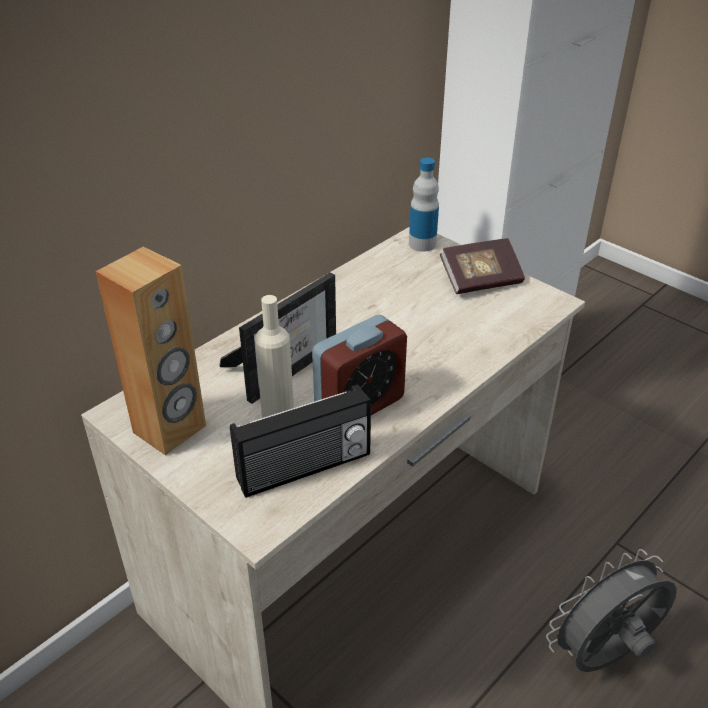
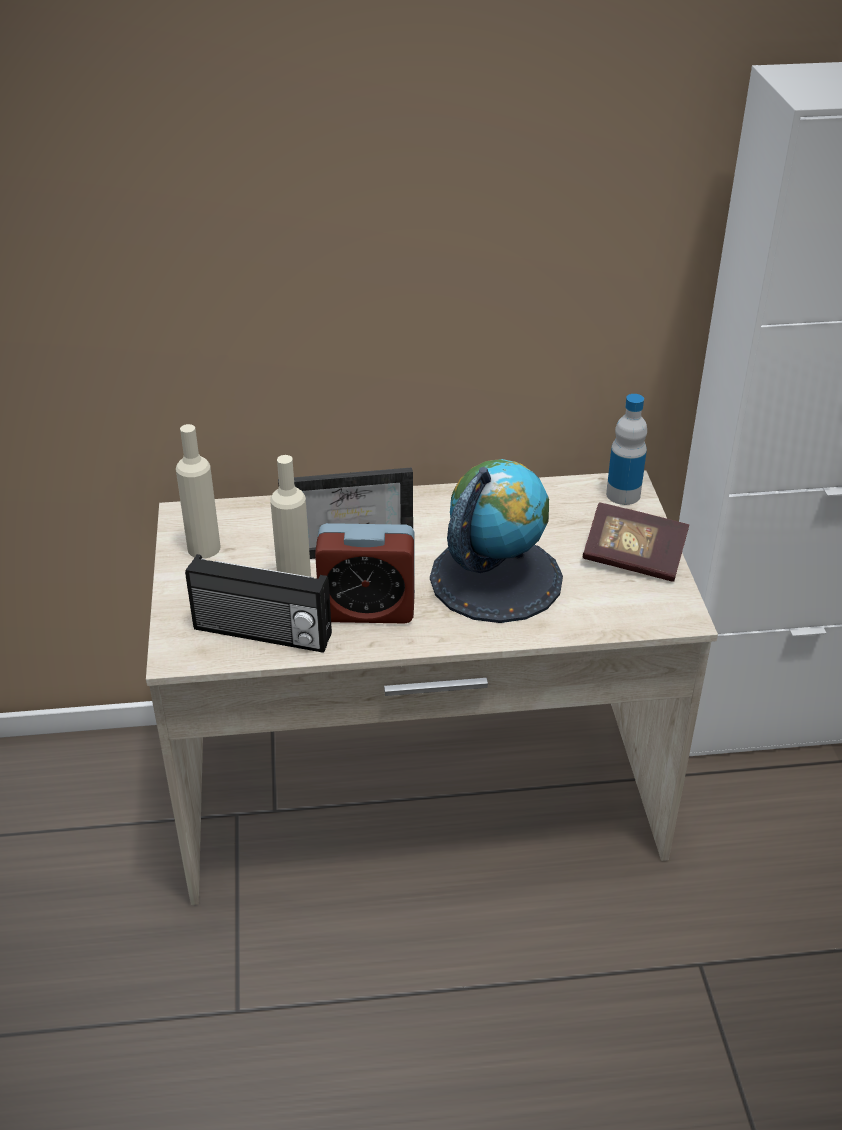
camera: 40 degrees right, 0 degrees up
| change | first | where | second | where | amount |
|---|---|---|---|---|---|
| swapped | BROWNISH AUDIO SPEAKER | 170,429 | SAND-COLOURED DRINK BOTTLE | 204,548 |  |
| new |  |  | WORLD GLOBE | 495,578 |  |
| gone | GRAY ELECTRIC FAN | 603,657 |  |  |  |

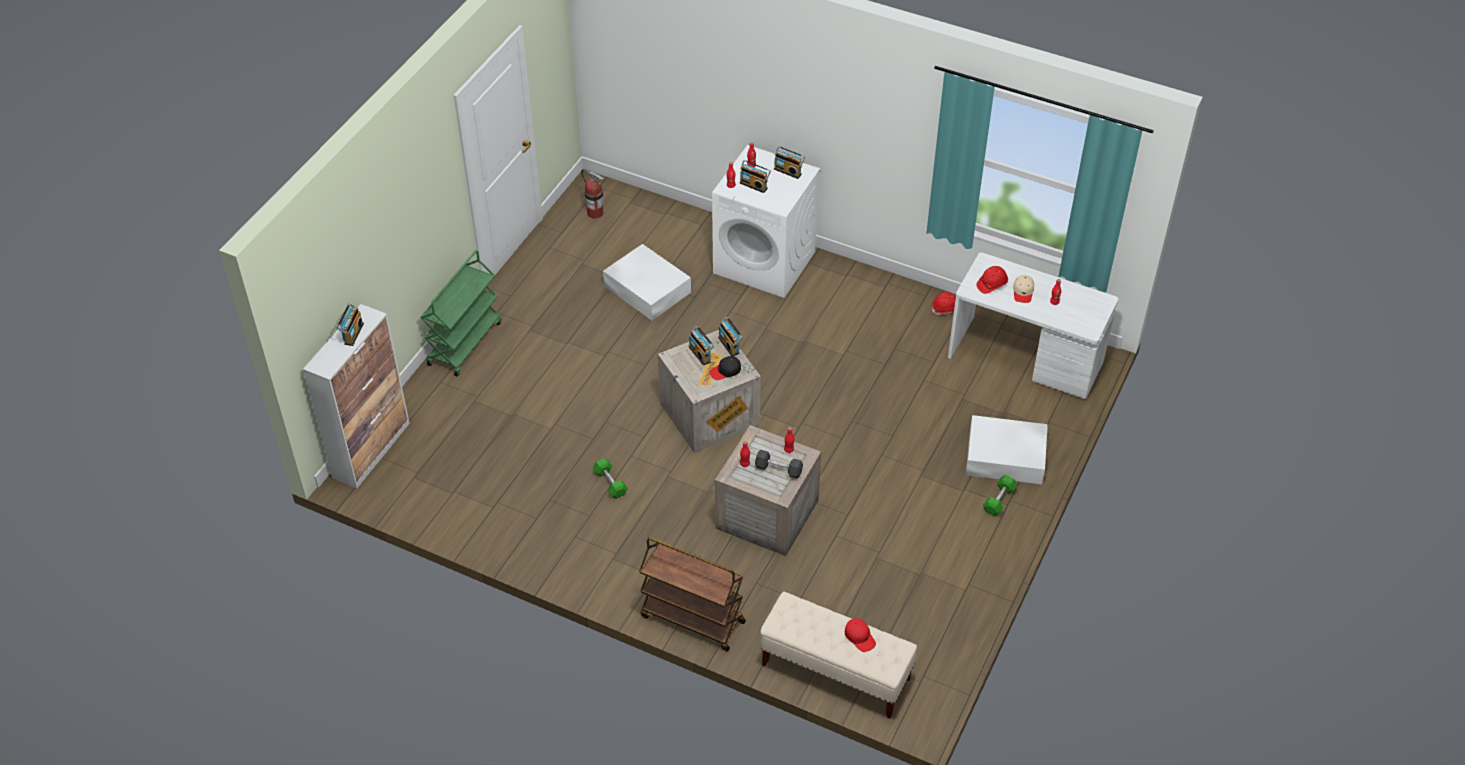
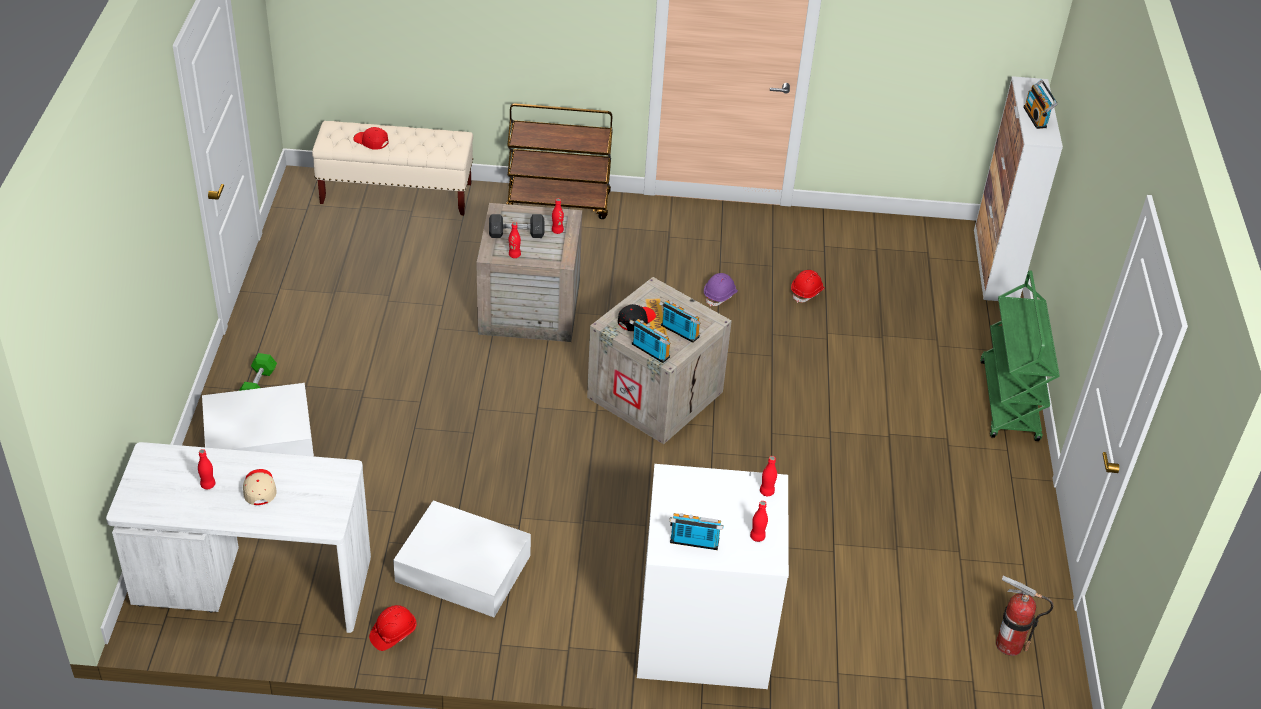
camera: 155 degrees right, 5 degrees down
| change | first | where | second | where | amount |
|---|---|---|---|---|---|
| shifted | WHITE STORAGE BOX | 647,288 |  | 464,569 |  |
| swapped | GREEN DUMBBELL | 610,483 | PURPLISH HARD HAT | 720,295 |  |
| shifted | RED HARD HAT | 991,285 |  | 807,292 |  |
| gone | RADIO SET | 754,185 |  |  |  |

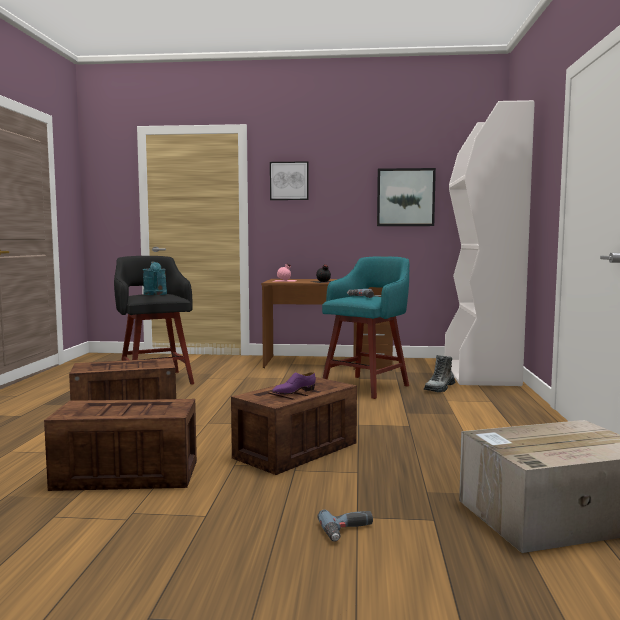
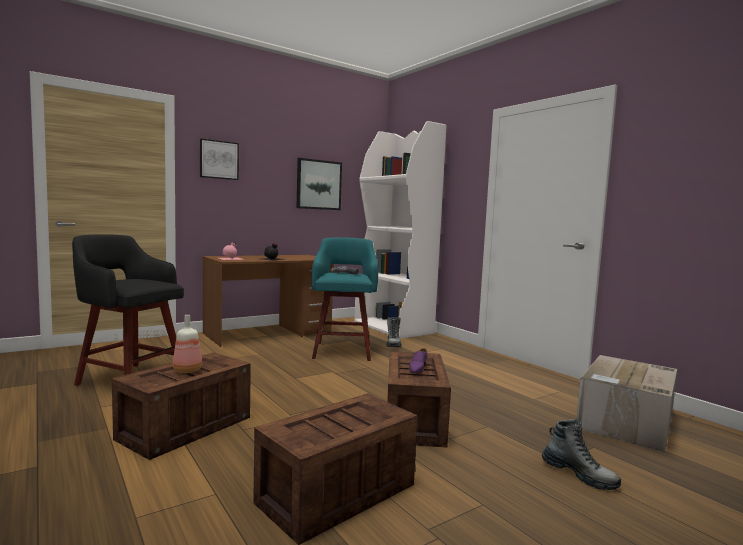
camera: 40 degrees left, 0 degrees up
| change | first | where | second | where | amount |
|---|---|---|---|---|---|
| new |  |  | DRINK BOTTLE | 186,370 |  |
| swapped | DRILL | 348,531 | HIGH-TOP BOOT | 579,475 |  |
| gone | TURQUOISE-COLOURED WATERING CAN | 155,294 |  |  |  |

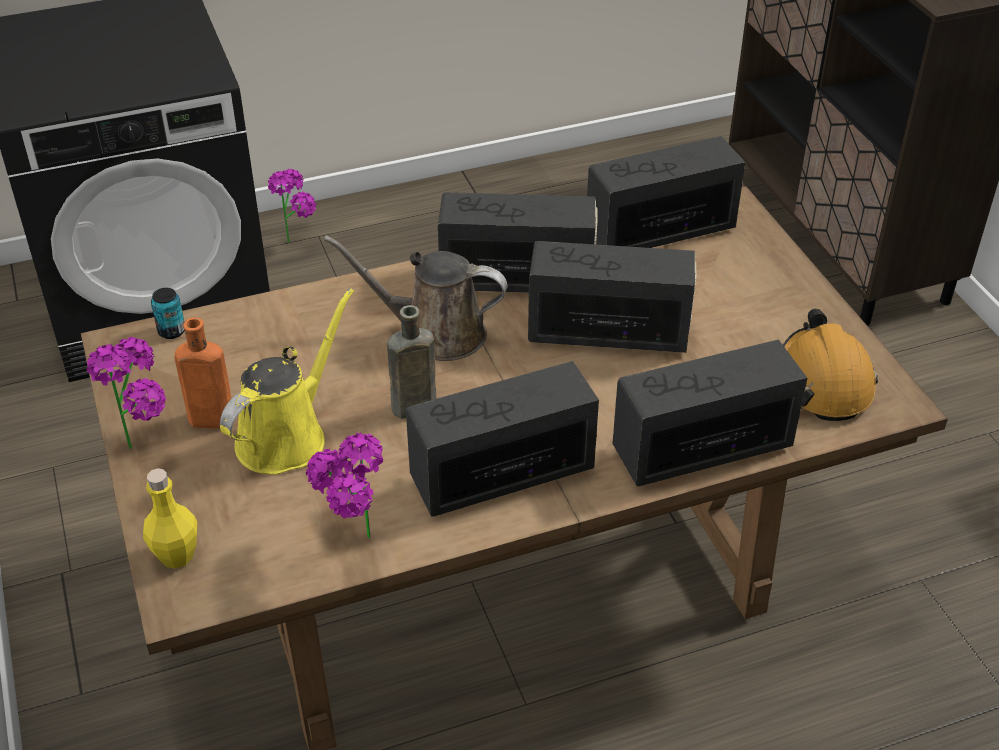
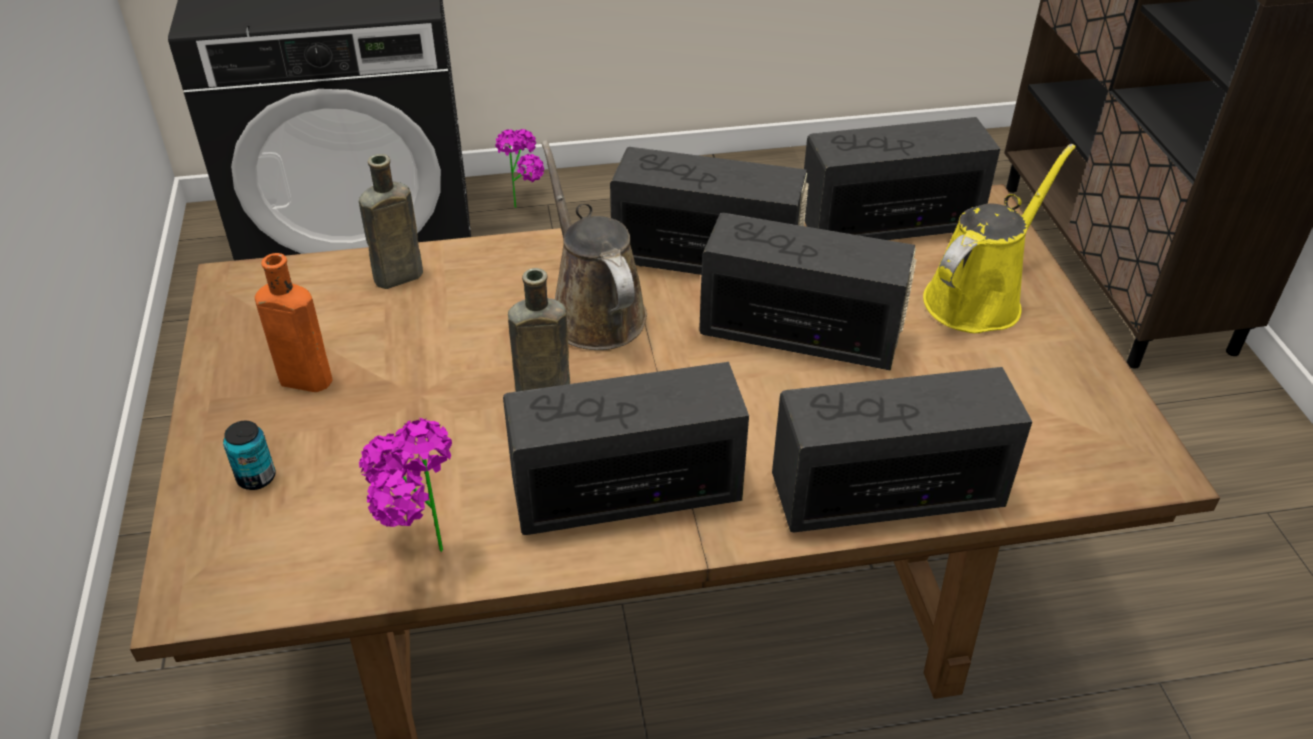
camera: 10 degrees right, 0 degrees up
| change | first | where | second | where | amount |
|---|---|---|---|---|---|
| shifted | CAN | 172,331 |  | 256,478 |  |
| new |  |  | BROWNISH DRINK BOTTLE | 395,278 |  |
| rotated | BROWNISH WATERING CAN | 435,333 |  | 593,311 | 45 degrees clockwise |
| shifted | YELLOW WATERING CAN | 287,436 |  | 978,297 |  |
| gone | POTTED PLANT | 147,442 |  |  |  |
| gone | YELLOW DRINK BOTTLE | 176,555 |  |  |  |
| gone | ORANGE HARD HAT | 823,381 |  |  |  |

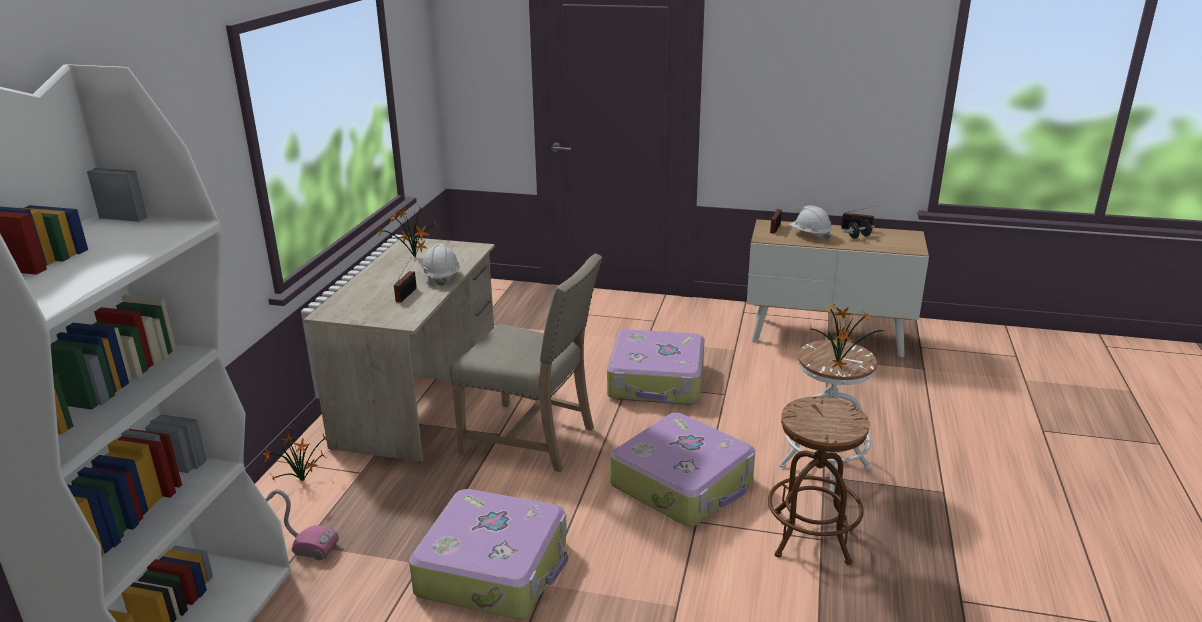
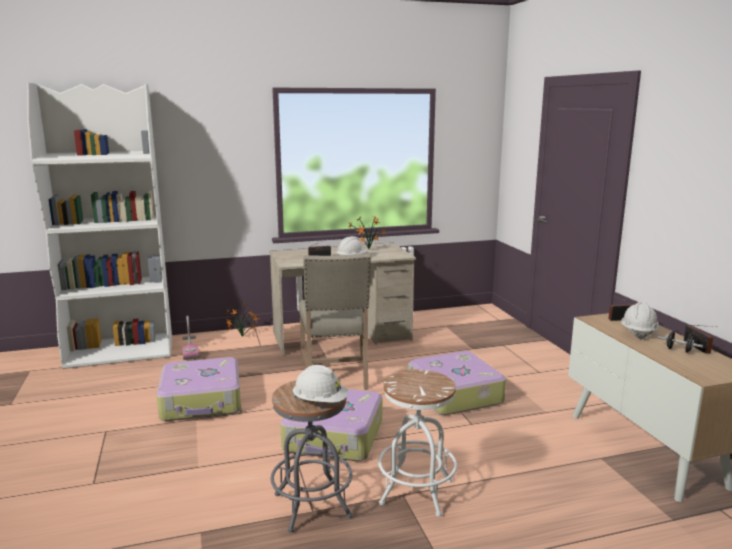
camera: 60 degrees right, 10 degrees down
| change | first | where | second | where | amount |
|---|---|---|---|---|---|
| repainted | BROWNISH STOOL | 811,537 | GRAY STOOL | 312,505 |  |
| new |  |  | WHITE HARD HAT | 320,402 |  |
| gone | POTTED PLANT | 838,363 |  |  |  |

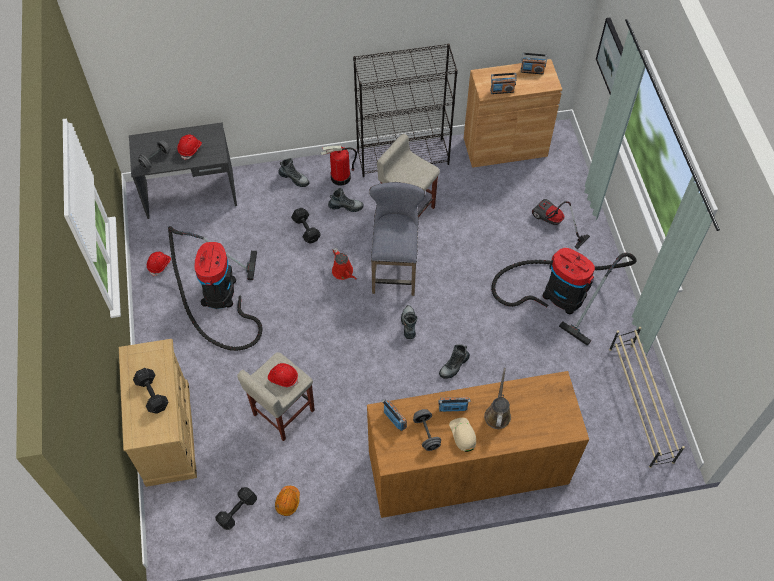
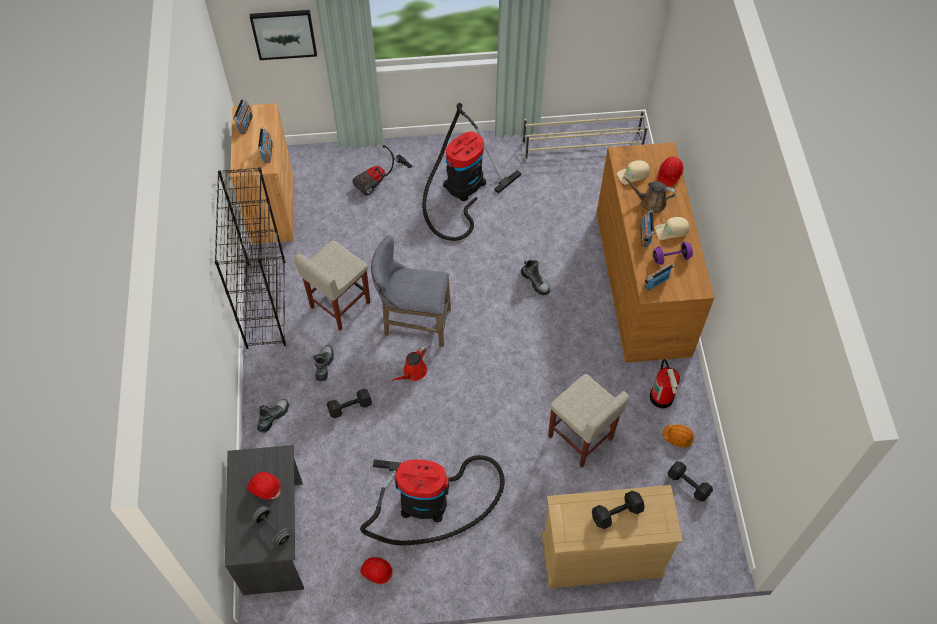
camera: 85 degrees left, 0 degrees up
| change | first | where | second | where | amount |
|---|---|---|---|---|---|
| rotated | RED WATERING CAN | 343,272 |  | 413,372 | 150 degrees clockwise |
| new |  |  | SAND-COLOURED BASEBALL CAP | 633,174 |  |
| shifted | FIRE-FIGHTING CYLINDER | 340,177 |  | 662,397 |  |
| repainted | GRAY DUMBBELL | 426,433 | PURPLISH DUMBBELL | 671,258 |  |
| shifted | RED HARD HAT | 283,377 |  | 669,175 |  |
| gone | HIGH-TOP BOOT | 408,324 |  |  |  |

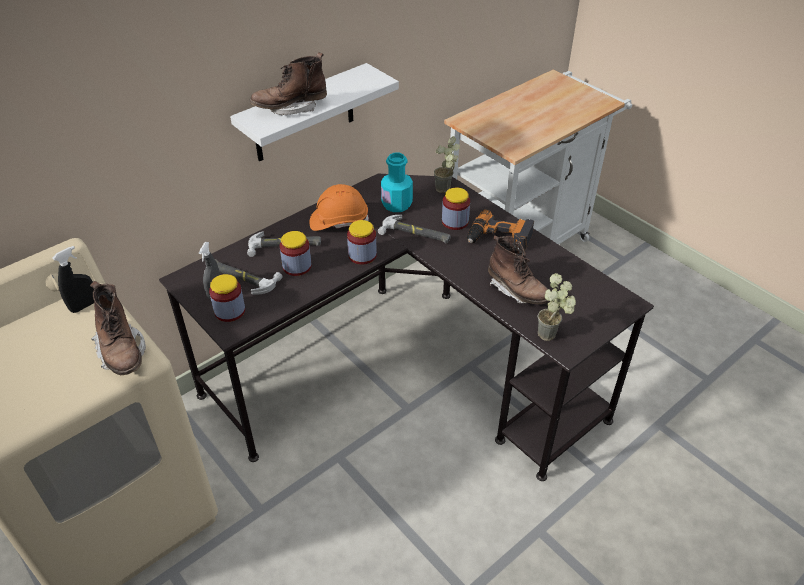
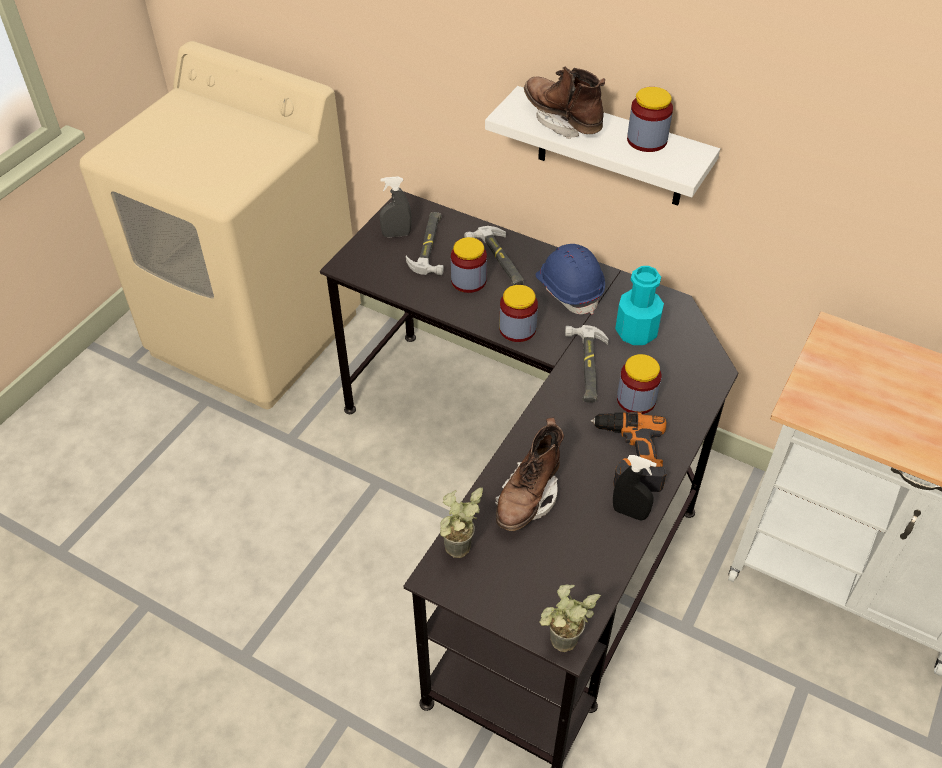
camera: 70 degrees right, 5 degrees up
| change | first | where | second | where | amount |
|---|---|---|---|---|---|
| repainted | ORANGE HARD HAT | 339,221 | BLUE-COLOURED HARD HAT | 569,289 |  |
| shifted | POTTED PLANT | 446,191 |  | 561,648 |  |
| shifted | BLACK-COLOURED SPRAY BOTTLE | 84,306 |  | 629,513 |  |
| shifted | JAR | 230,311 |  | 647,140 |  |
| gone | BROWNISH HIGH-TOP BOOT | 122,352 |  |  |  |

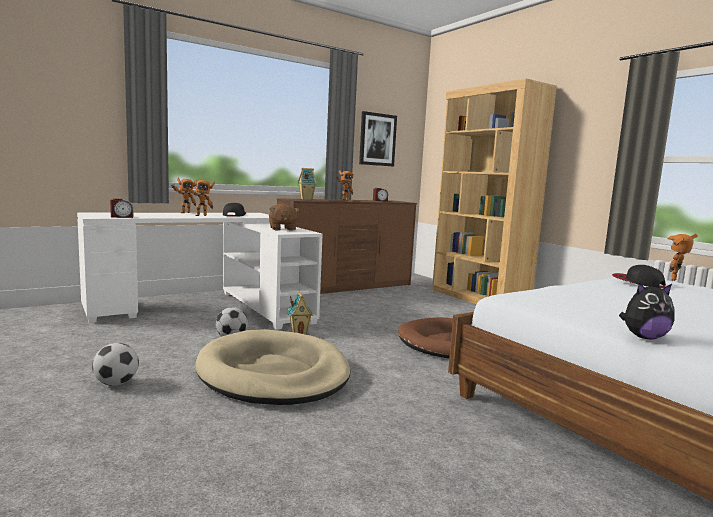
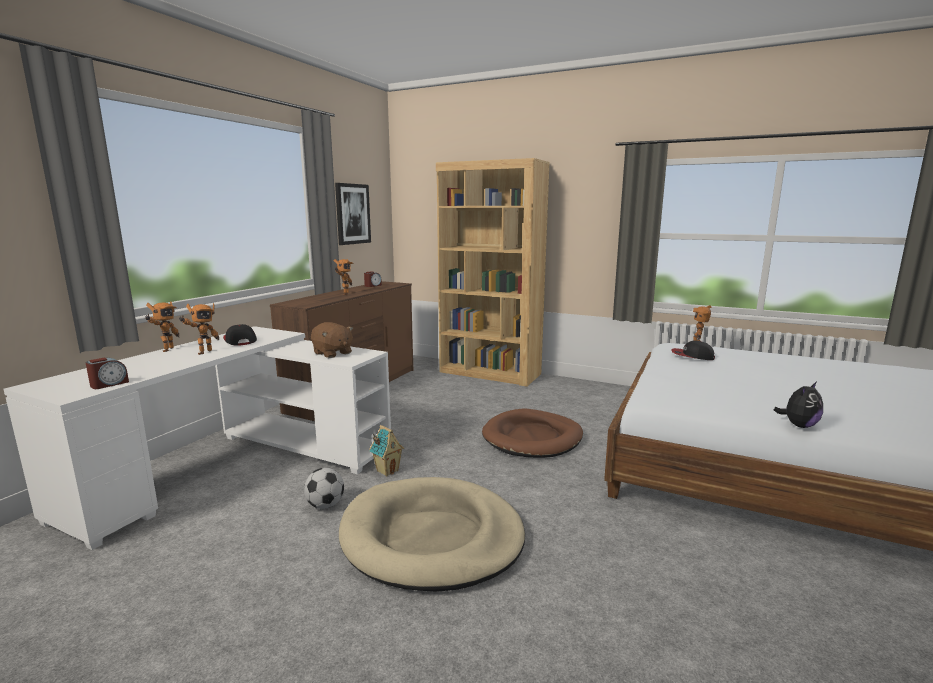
camera: 30 degrees left, 5 degrees up
| change | first | where | second | where | amount |
|---|---|---|---|---|---|
| gone | BALL FOR FOOTBALL | 116,383 |  |  |  |
| gone | TOY HOUSE | 306,199 |  |  |  |

